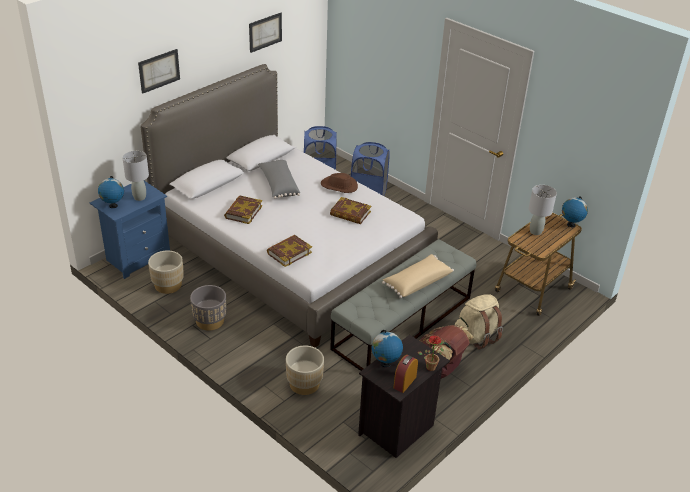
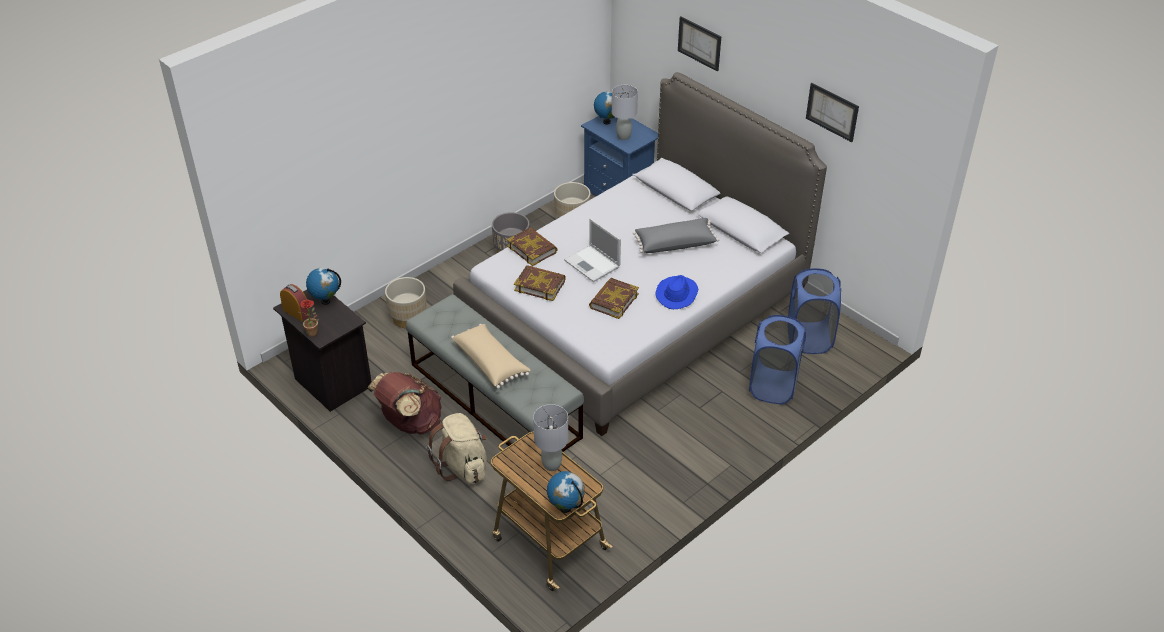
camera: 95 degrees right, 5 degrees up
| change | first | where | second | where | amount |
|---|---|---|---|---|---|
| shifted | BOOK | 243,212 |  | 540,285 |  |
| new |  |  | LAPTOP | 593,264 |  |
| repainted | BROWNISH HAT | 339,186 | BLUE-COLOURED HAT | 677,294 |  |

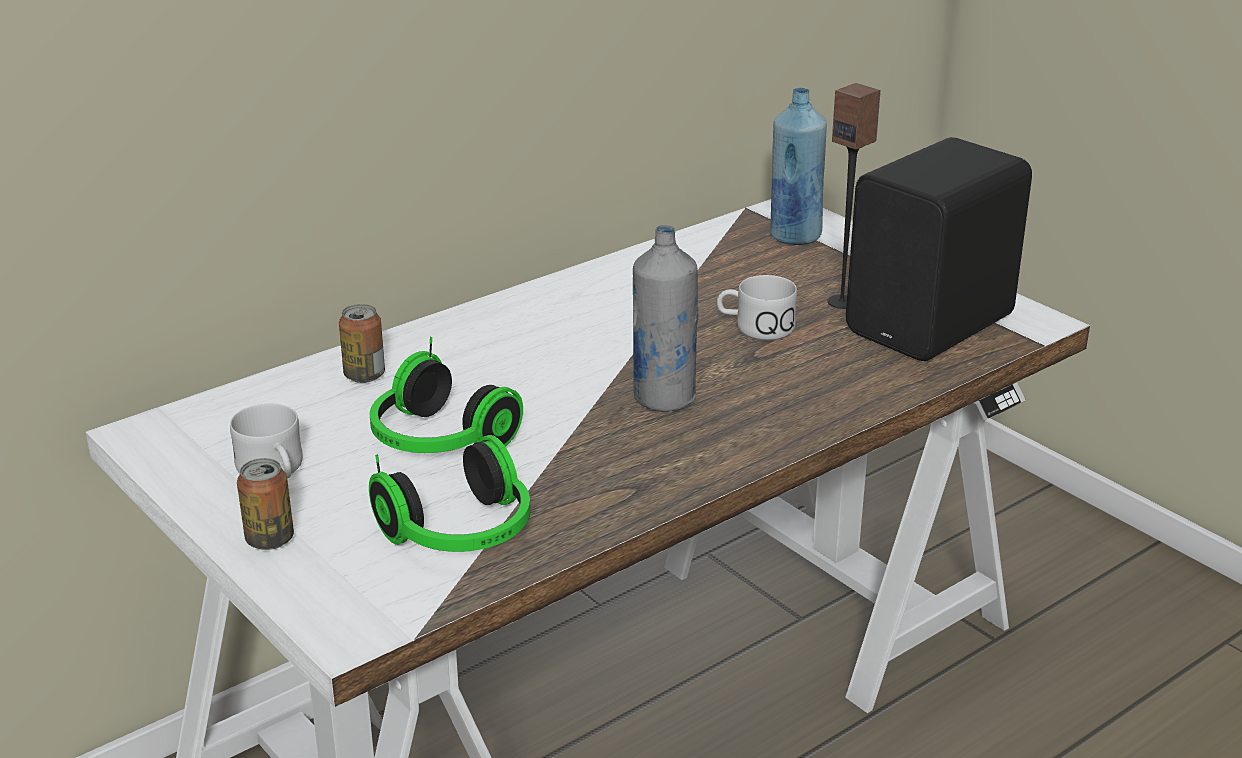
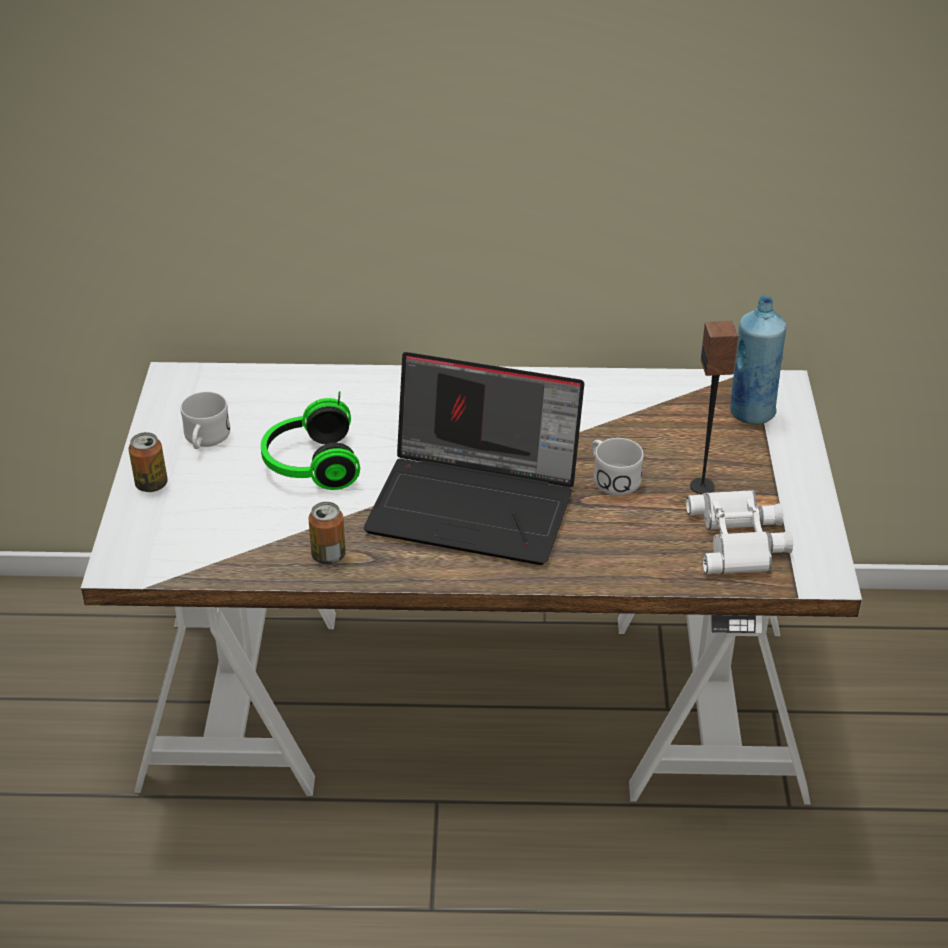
camera: 40 degrees right, 10 degrees up
| change | first | where | second | where | amount |
|---|---|---|---|---|---|
| shifted | CAN | 364,375 |  | 328,555 |  |
| swapped | GRAY DRINK BOTTLE | 664,398 | LAPTOP | 477,503 |  |
| swapped | BLACK-COLOURED AUDIO SPEAKER | 935,325 | WHITE FIELD GLASSES | 740,539 |  |
| gone | HEADSET | 462,535 |  |  |  |

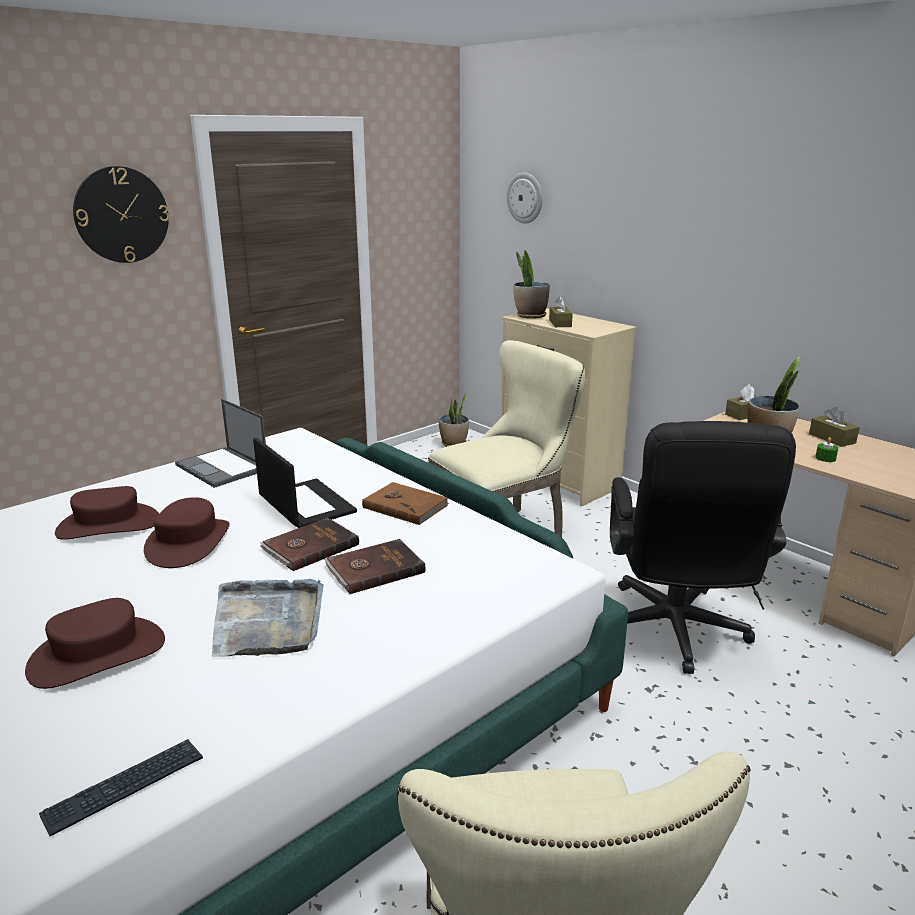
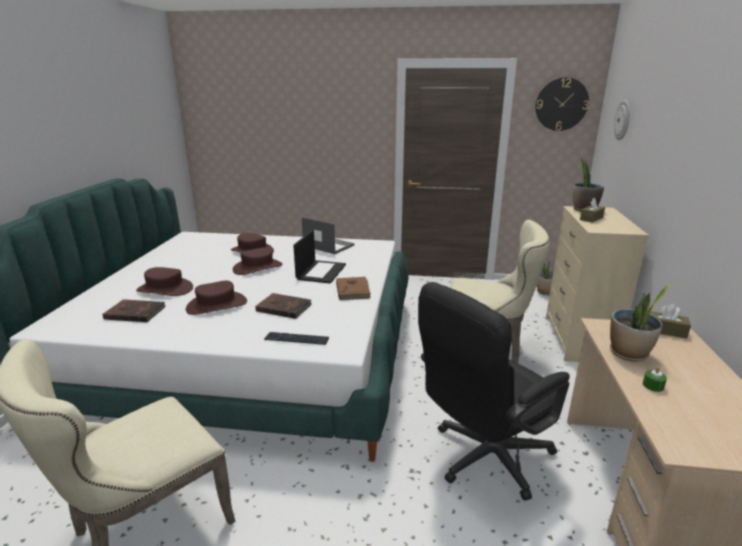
camera: 50 degrees right, 0 degrees up
| change | first | where | second | where | amount |
|---|---|---|---|---|---|
| shifted | BROWNISH BOOK | 309,547 |  | 135,312 |  |
| swapped | GRAY TRAY | 268,621 | BROWNISH HAT | 217,305 |  |
| shifted | PC KEYBOARD | 124,787 |  | 296,339 |  |
| rotated | LAPTOP | 223,467 |  | 328,245 | 120 degrees clockwise |
| shifted | CLOCK ON THE WALL | 121,215 |  | 561,104 |  |
| gone | BROWNISH TISSUE HOLDER | 832,438 |  |  |  |

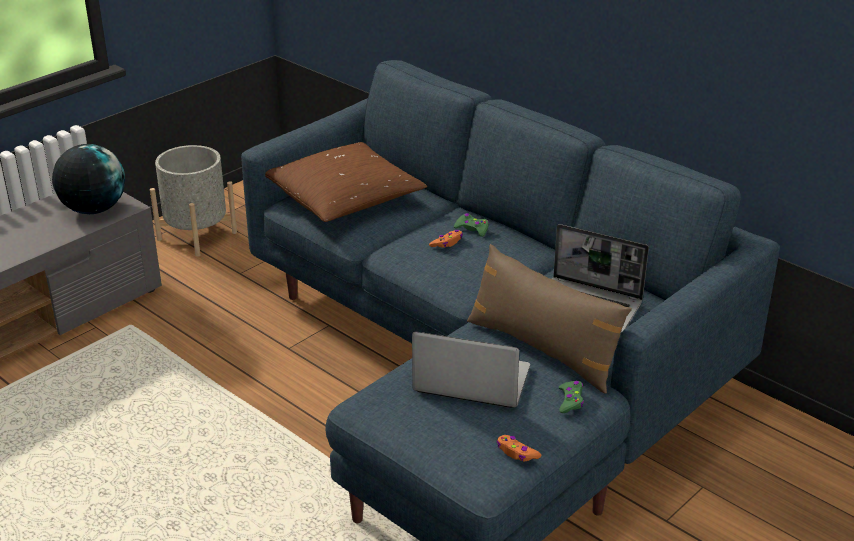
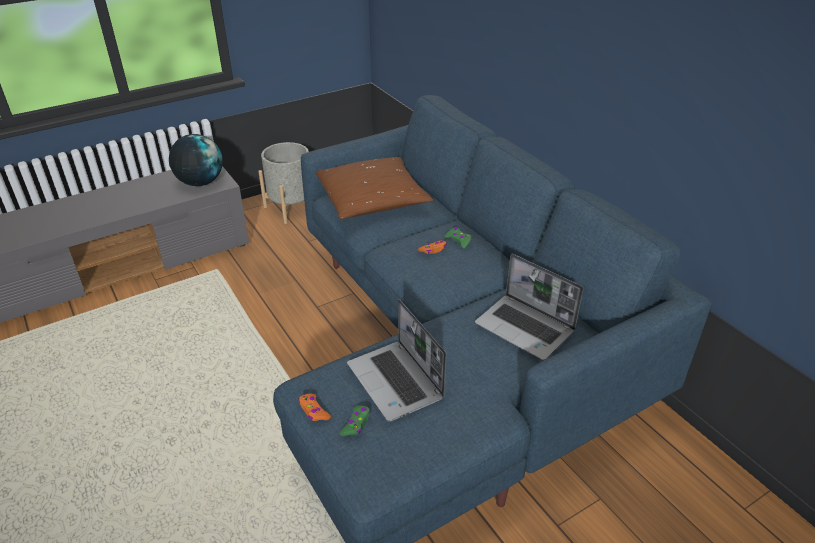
camera: 15 degrees right, 5 degrees up
| change | first | where | second | where | amount |
|---|---|---|---|---|---|
| shifted | ORANGE GAMEPAD | 516,453 |  | 314,411 |  |
| shifted | GREEN GAMEPAD | 570,401 |  | 356,424 |  |
| rotated | LAPTOP | 470,381 |  | 396,382 | 150 degrees counterclockwise |
| gone | BROWNISH PILLOW | 543,349 |  |  |  |

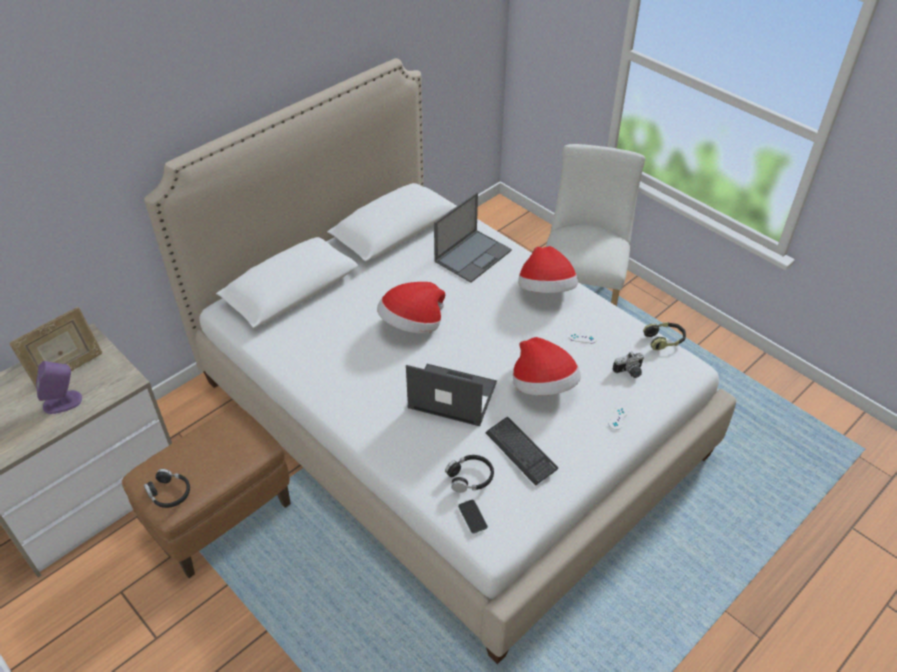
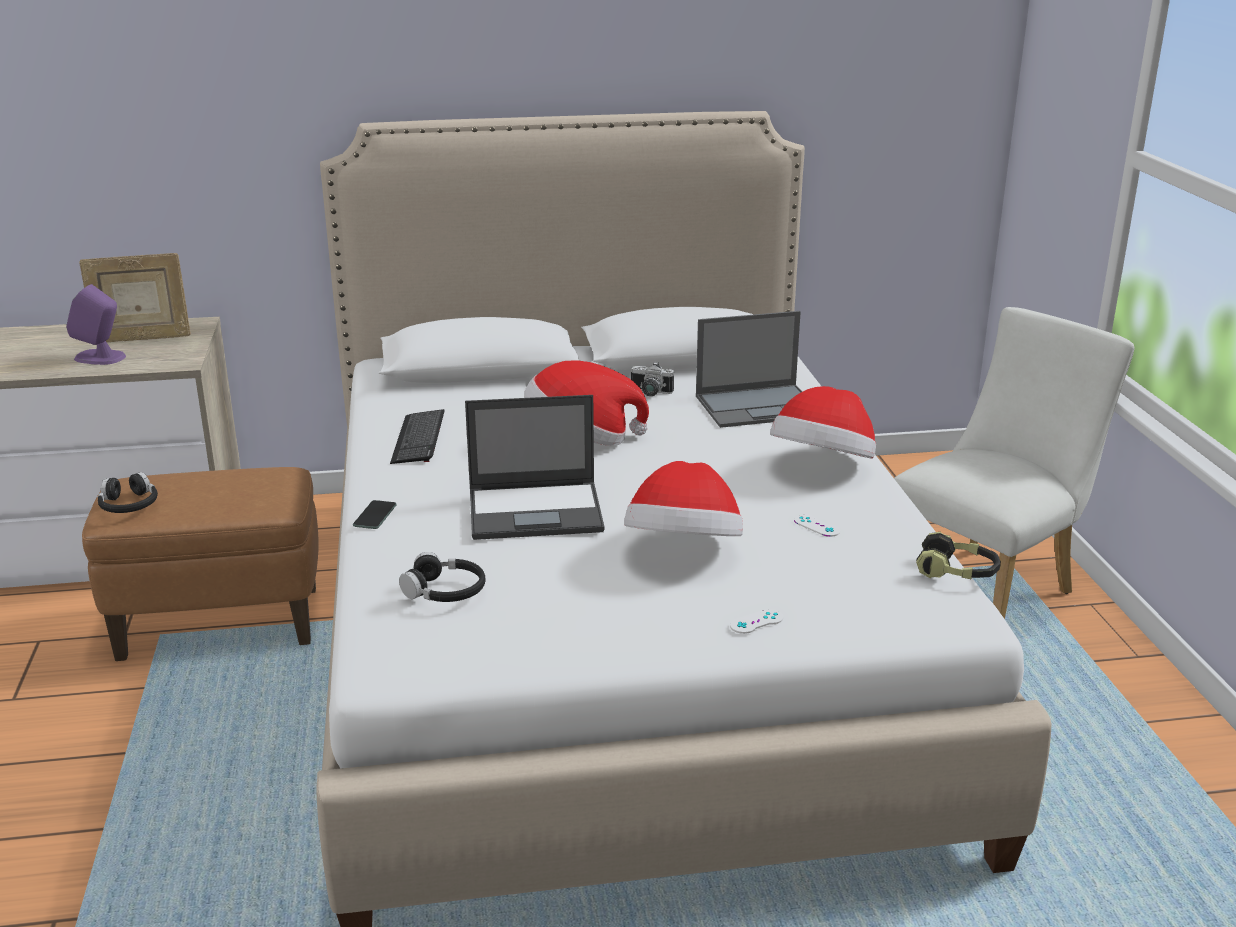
camera: 35 degrees right, 20 degrees down
| change | first | where | second | where | amount |
|---|---|---|---|---|---|
| shifted | HANDSET | 472,516 |  | 375,515 |  |
| shifted | PC KEYBOARD | 521,451 |  | 418,439 |  |
| rotated | LAPTOP | 451,395 |  | 537,511 | 120 degrees clockwise |
| shifted | PHOTO CAMERA | 629,372 |  | 649,393 |  |

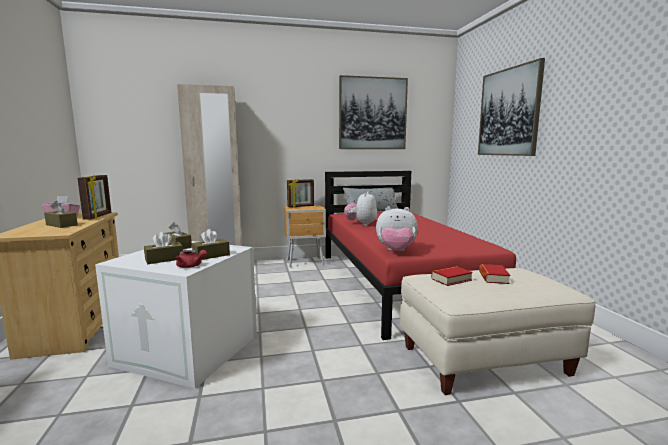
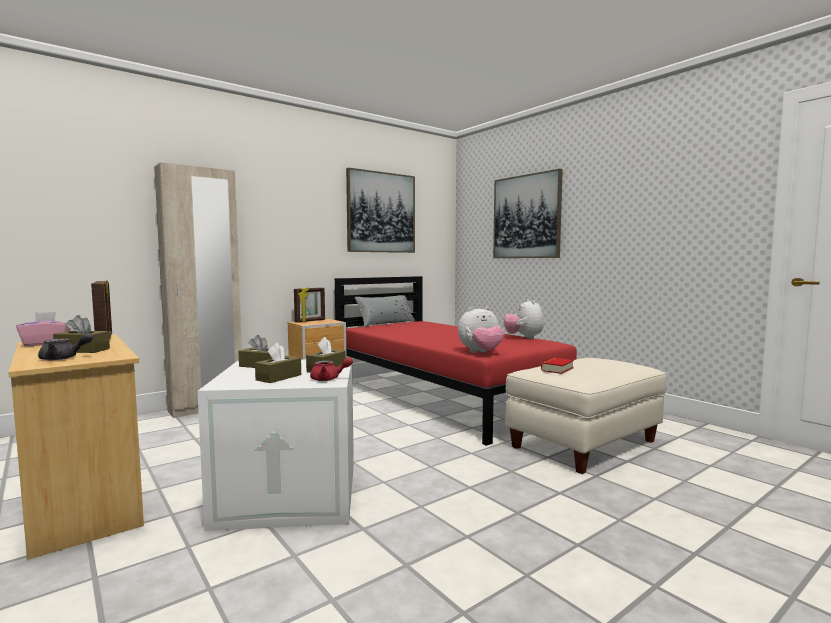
camera: 25 degrees left, 5 degrees down
| change | first | where | second | where | amount |
|---|---|---|---|---|---|
| new |  |  | GRAY TEA POT | 63,358 |  |
| shifted | CUDDLY TOY | 361,224 |  | 523,338 |  |
| gone | BOOK | 493,277 |  |  |  |

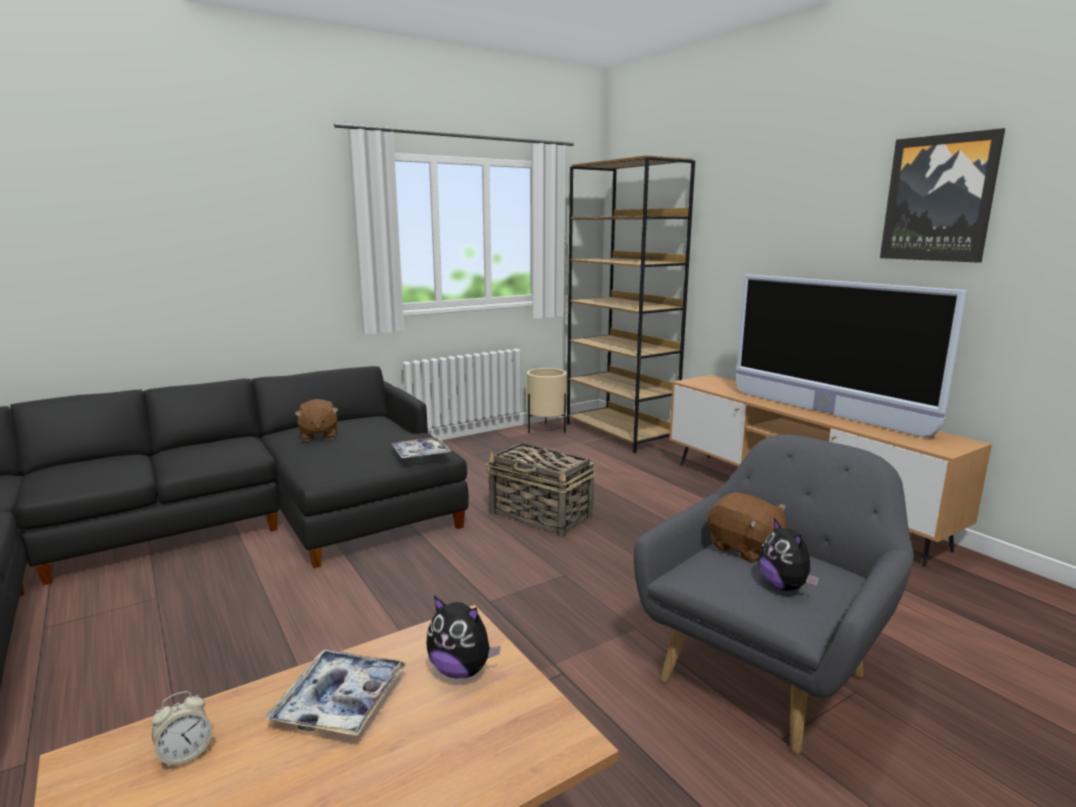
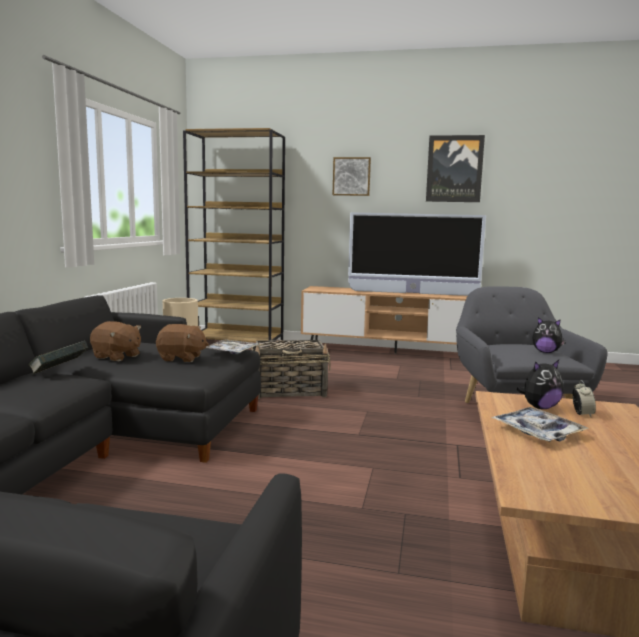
camera: 45 degrees left, 5 degrees down
| change | first | where | second | where | amount |
|---|---|---|---|---|---|
| new |  |  | BOOK | 59,372 |  |
| shifted | BROWNISH CUDDLY TOY | 745,548 |  | 181,358 |  |
| new |  |  | PICTURE | 351,176 |  |
| shifted | ALARM CLOCK | 185,754 |  | 582,414 |  |

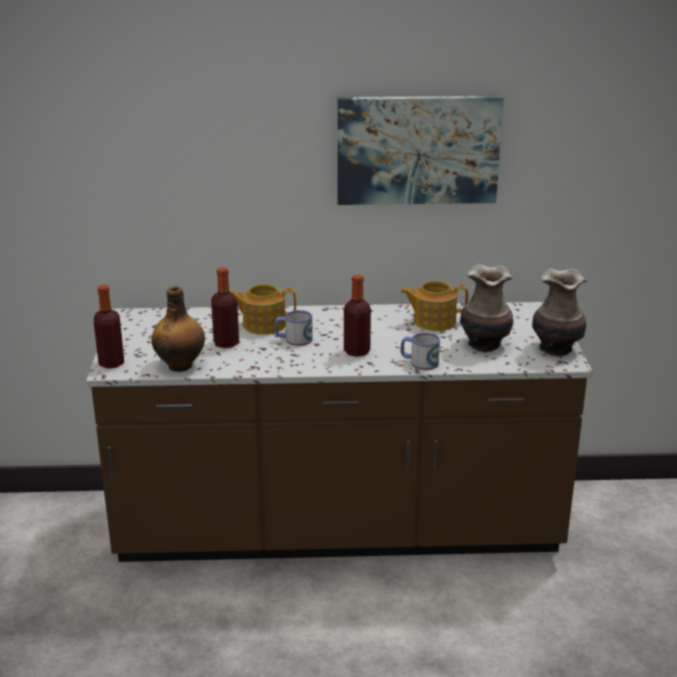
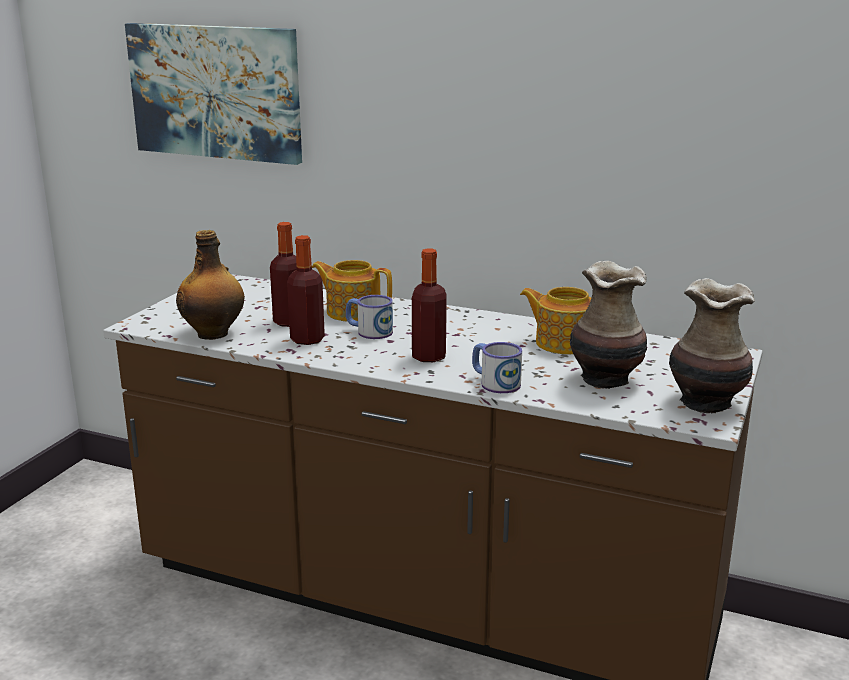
camera: 25 degrees right, 5 degrees down
| change | first | where | second | where | amount |
|---|---|---|---|---|---|
| shifted | PICTURE | 417,149 |  | 216,92 |  |
| shifted | DRINK BOTTLE | 111,363 |  | 307,339 |  |

